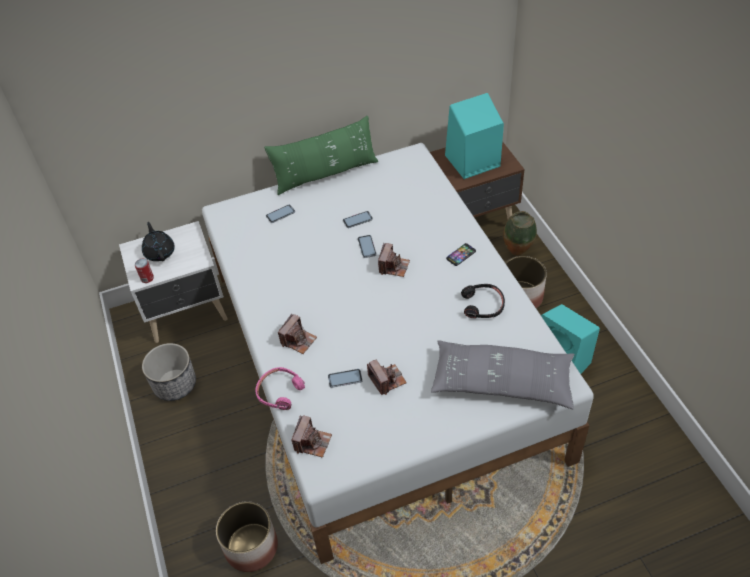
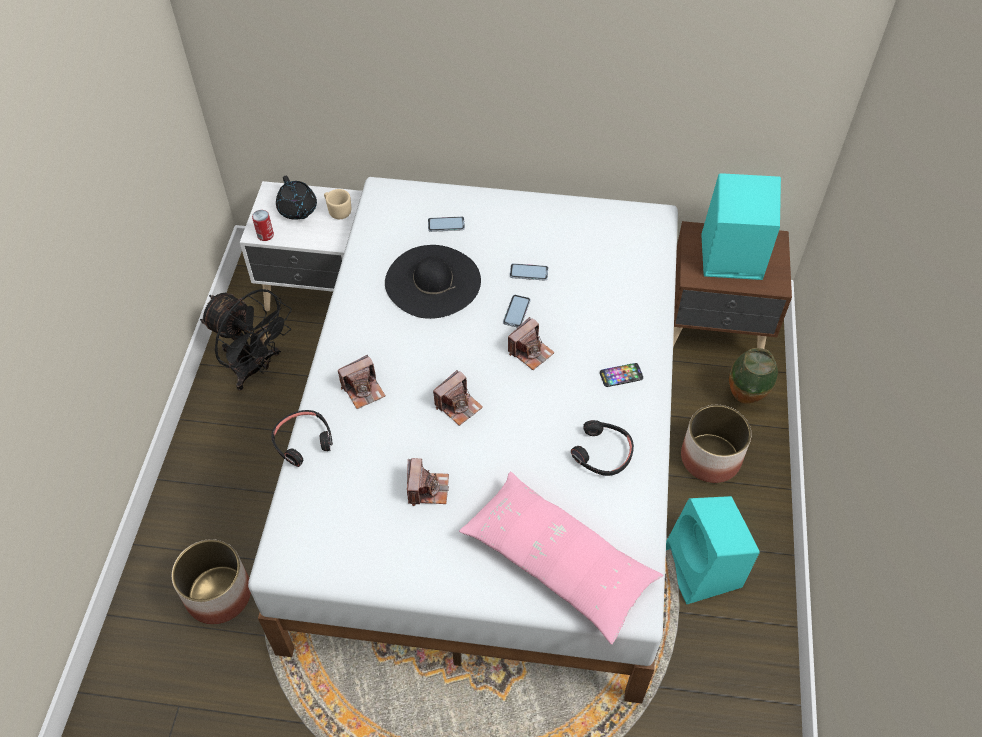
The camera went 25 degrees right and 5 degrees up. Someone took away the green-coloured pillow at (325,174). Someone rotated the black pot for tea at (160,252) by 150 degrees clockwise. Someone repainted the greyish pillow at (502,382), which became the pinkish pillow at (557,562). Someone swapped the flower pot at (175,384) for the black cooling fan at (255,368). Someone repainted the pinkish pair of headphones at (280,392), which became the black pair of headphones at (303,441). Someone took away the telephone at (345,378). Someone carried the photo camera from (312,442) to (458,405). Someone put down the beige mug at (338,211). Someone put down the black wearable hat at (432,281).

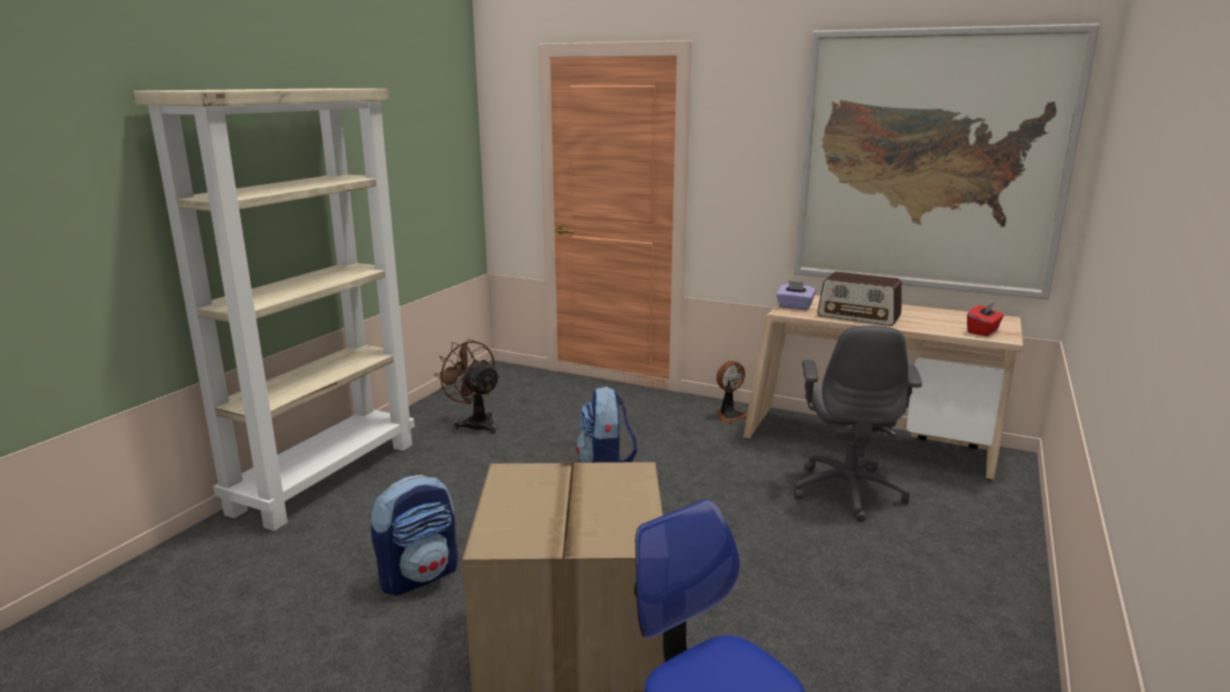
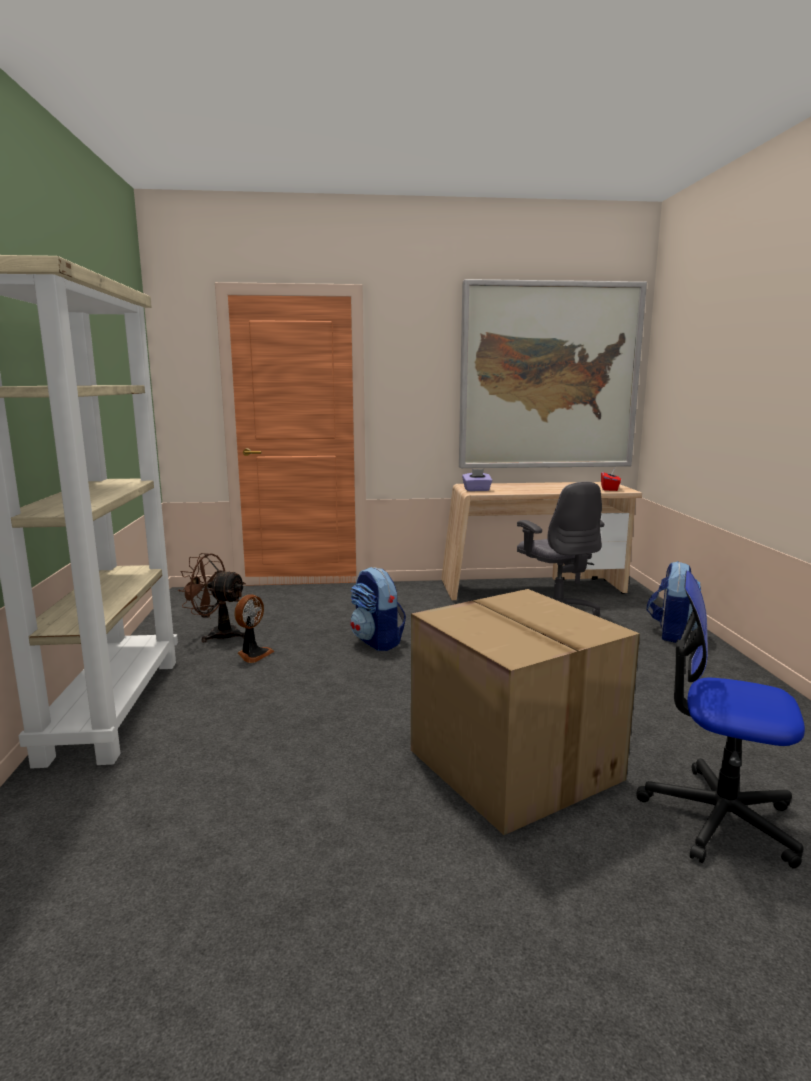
The camera went 30 degrees left and 5 degrees down. Someone took away the radio at (859,316). Someone carried the cooling fan from (729,416) to (253,654). Someone carried the rucksack from (419,576) to (671,633).

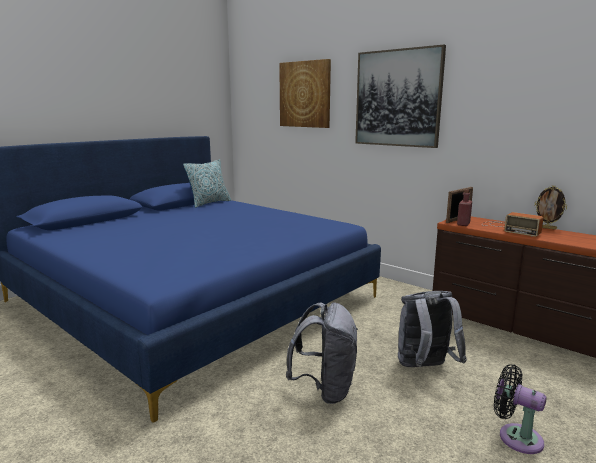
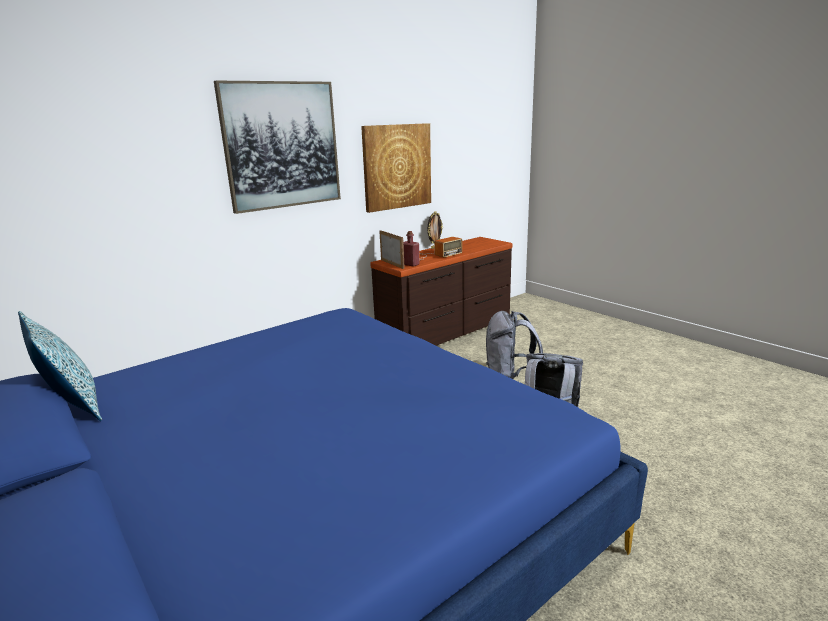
The camera went 80 degrees left and 5 degrees up. Someone carried the picture from (305,94) to (397,166). Someone took away the black cooling fan at (515,437).

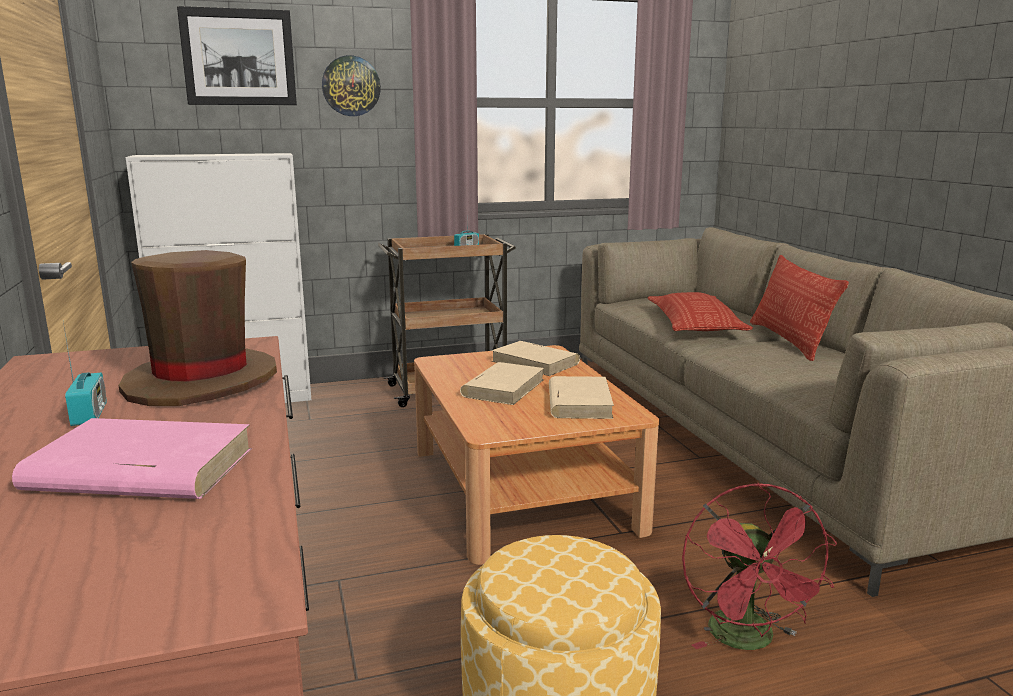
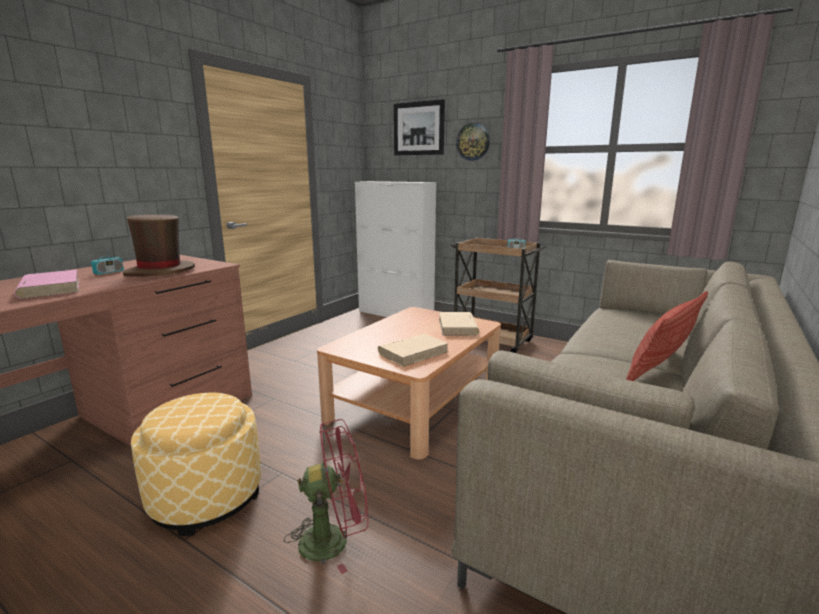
The camera went 50 degrees right and 0 degrees up. Someone took away the pillow at (695,323). Someone took away the beige book at (503,387). Someone rotated the red cooling fan at (748,641) by 150 degrees counterclockwise.

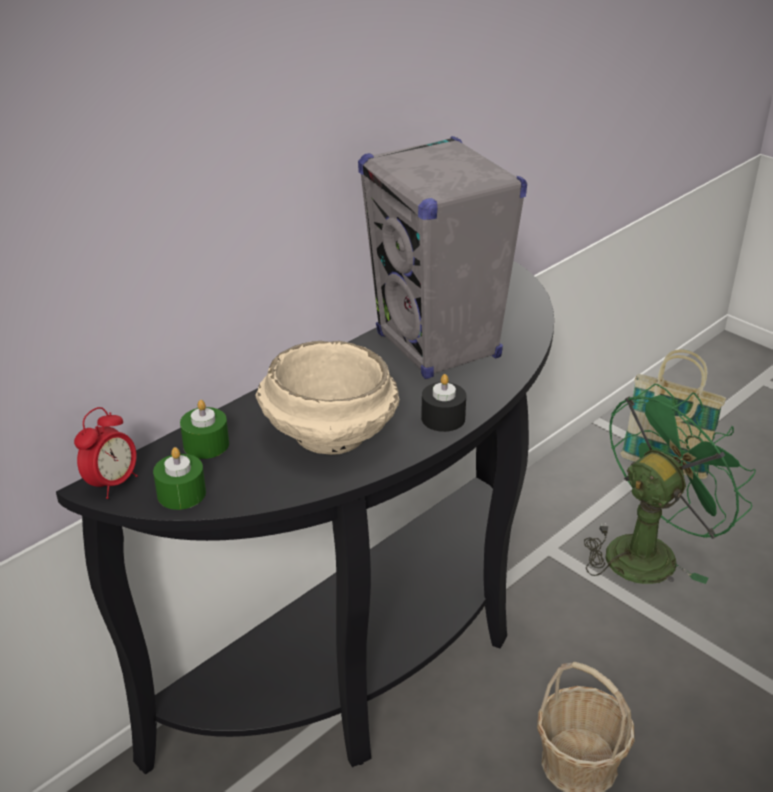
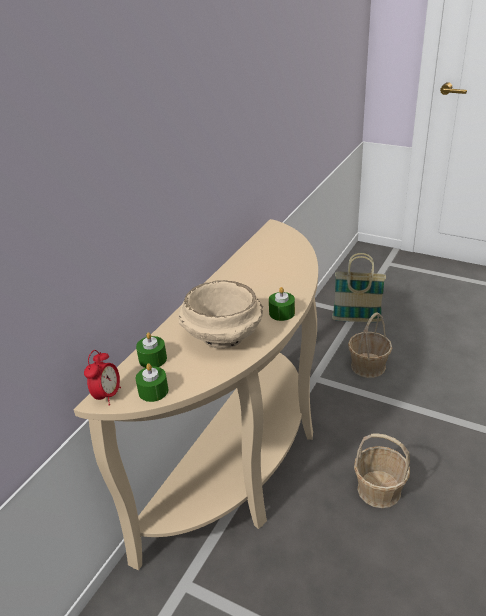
The camera went 15 degrees left and 0 degrees up. Someone took away the greyish speaker at (438,346). Someone repainted the black hall table at (377,657), which became the beige hall table at (246,463). Someone repainted the black wax light at (443,418), which became the green-coloured wax light at (282,313). Someone swapped the green-coloured cooling fan at (649,551) for the basket at (367,366).

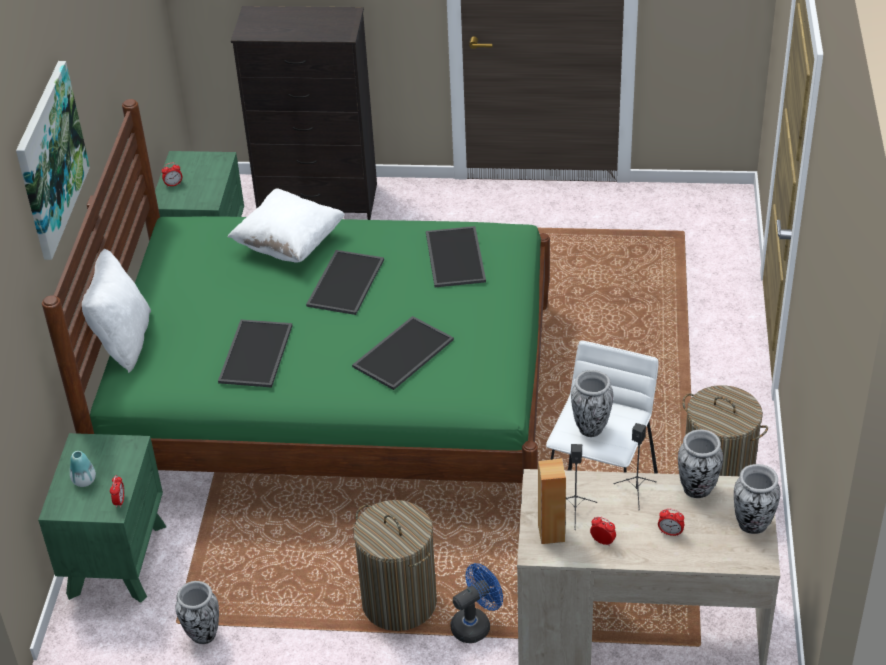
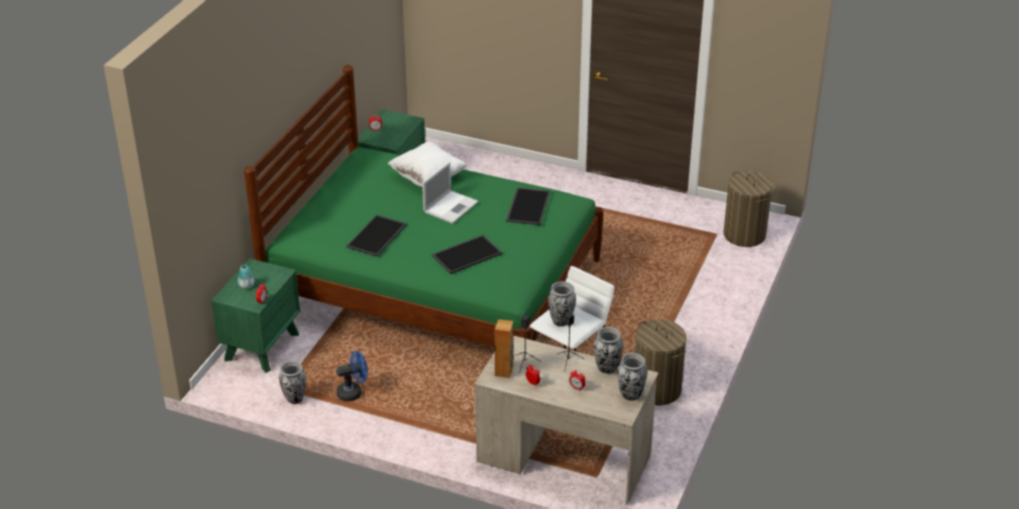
The camera went 15 degrees right and 5 degrees down. Someone took away the black drawer chest at (318,201). Someone took away the picture at (50,159). Someone took away the white pillow at (123,341). Someone swapped the tray at (344,282) for the notebook computer at (451,206). Someone carried the washing basket from (399,602) to (744,234). Someone carried the bluish cooling fan from (475,624) to (353,392).

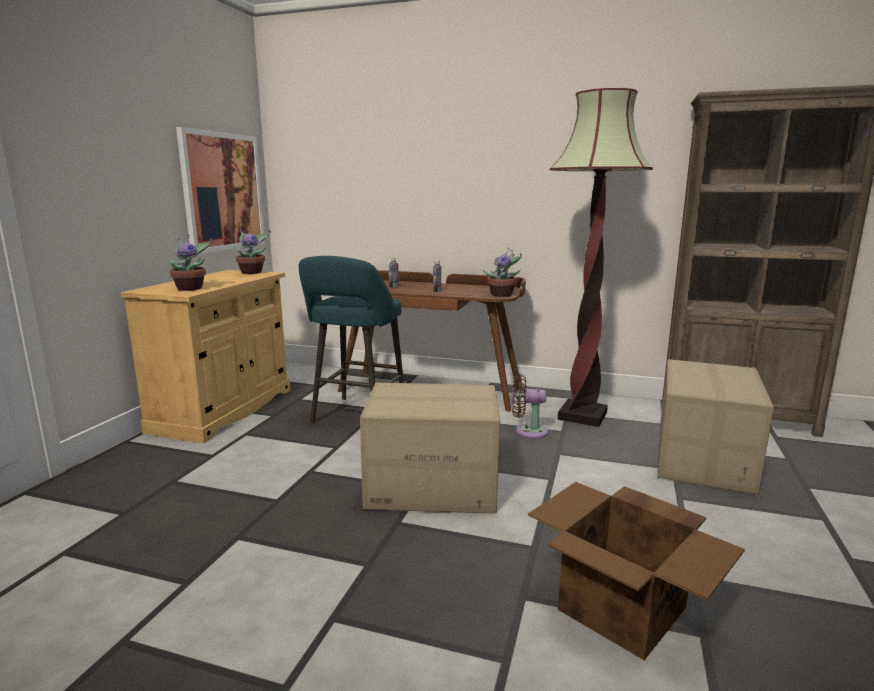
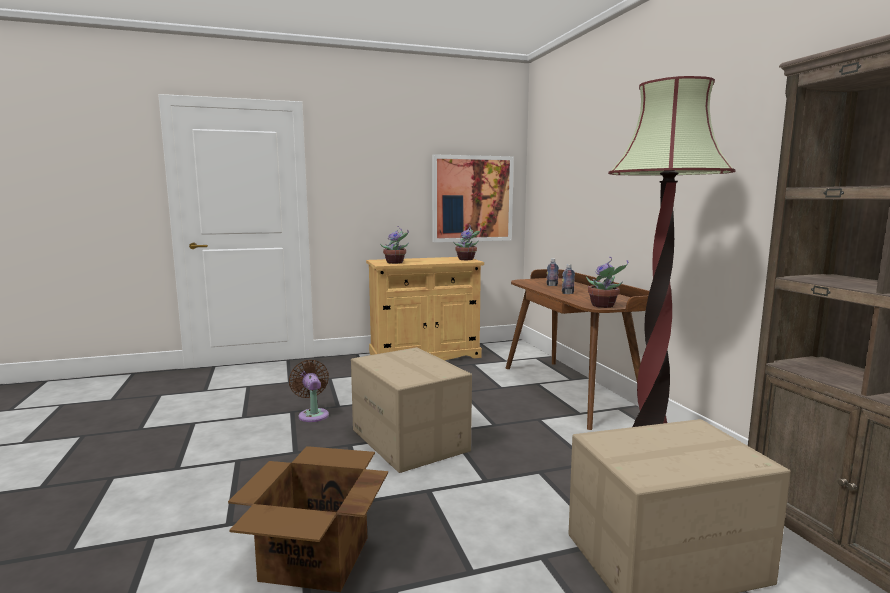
The camera went 55 degrees right and 5 degrees down. Someone took away the turquoise stool seat at (357,416). Someone carried the brown cooling fan from (527,431) to (313,414).

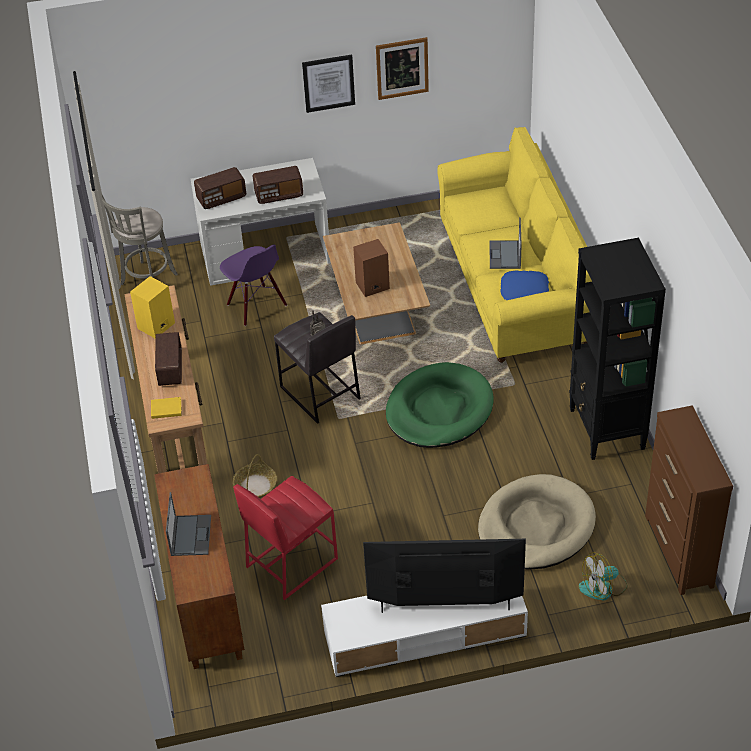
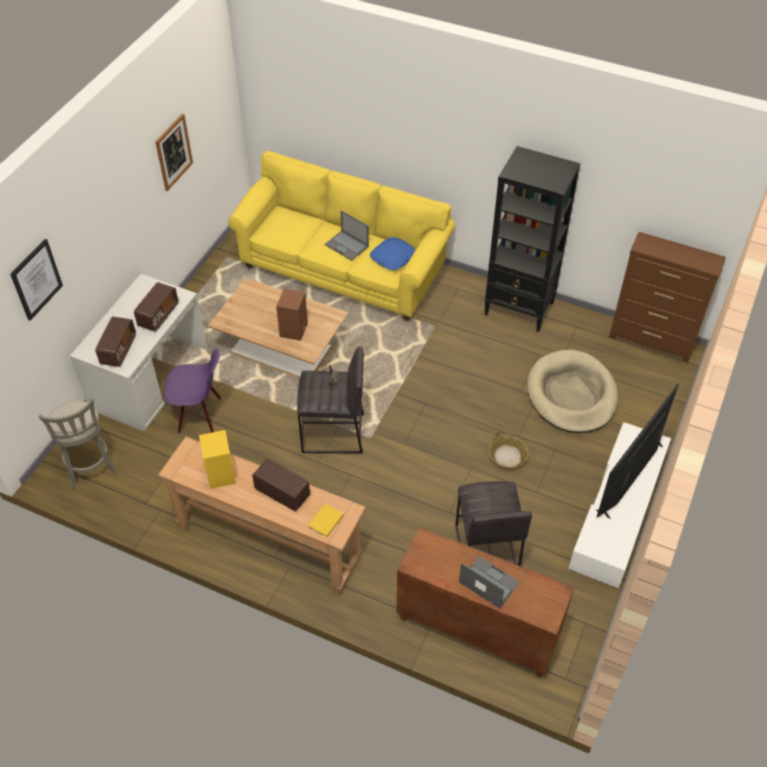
The camera went 55 degrees left and 5 degrees up. Someone carried the picture from (328,83) to (36,279). Someone took away the green-coloured pet bed at (439,410). Someone carried the basket from (255,485) to (507,456). Someone repainted the red stool seat at (290,562), which became the greyish stool seat at (485,551). Someone took away the cooling fan at (603,587).

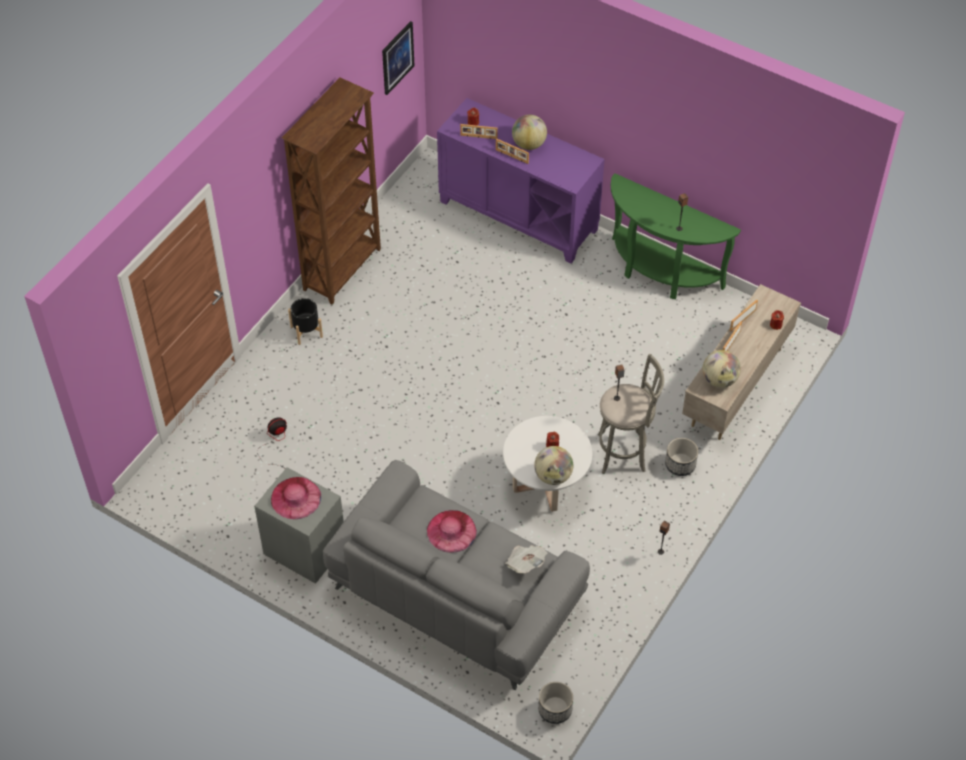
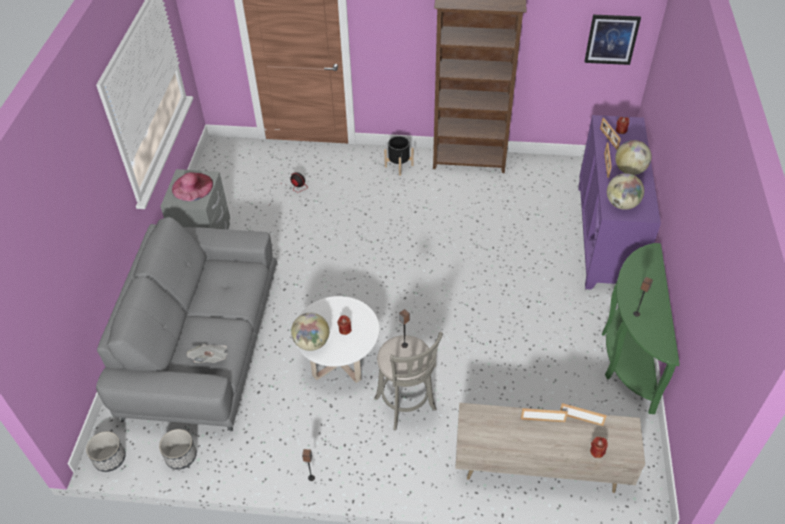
The camera went 65 degrees right and 5 degrees down. Someone carried the globe from (719,380) to (621,204). Someone carried the flower pot from (680,464) to (181,456). Someone took away the pinkish wearable hat at (451,531).

